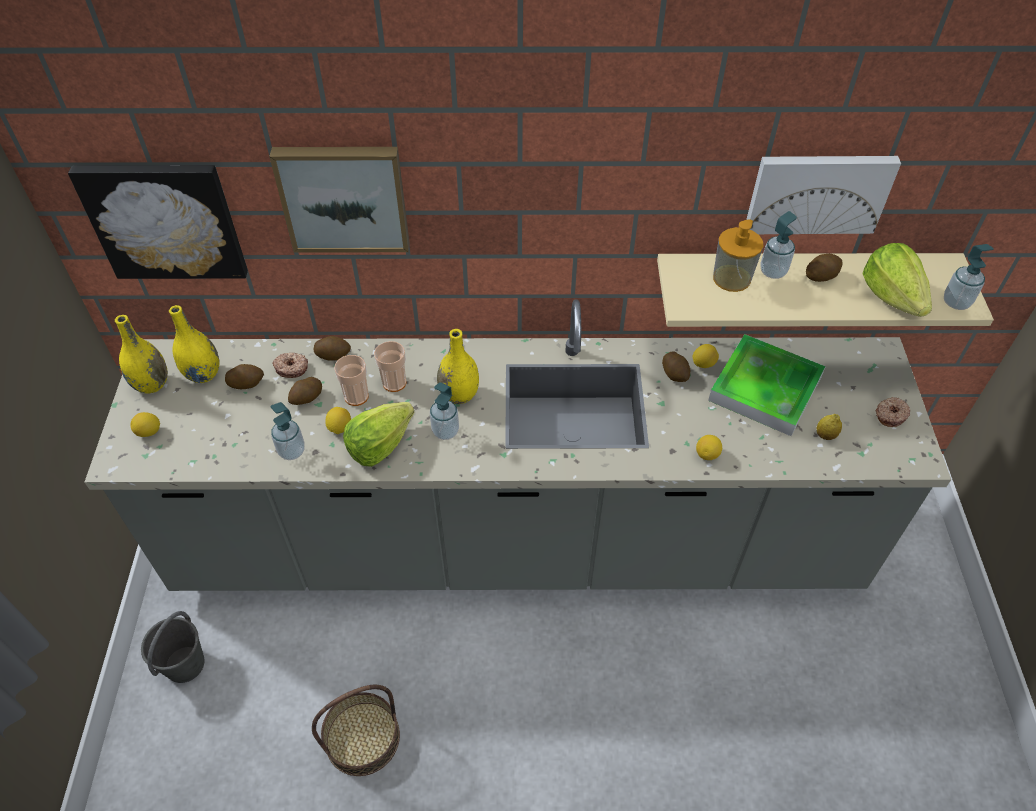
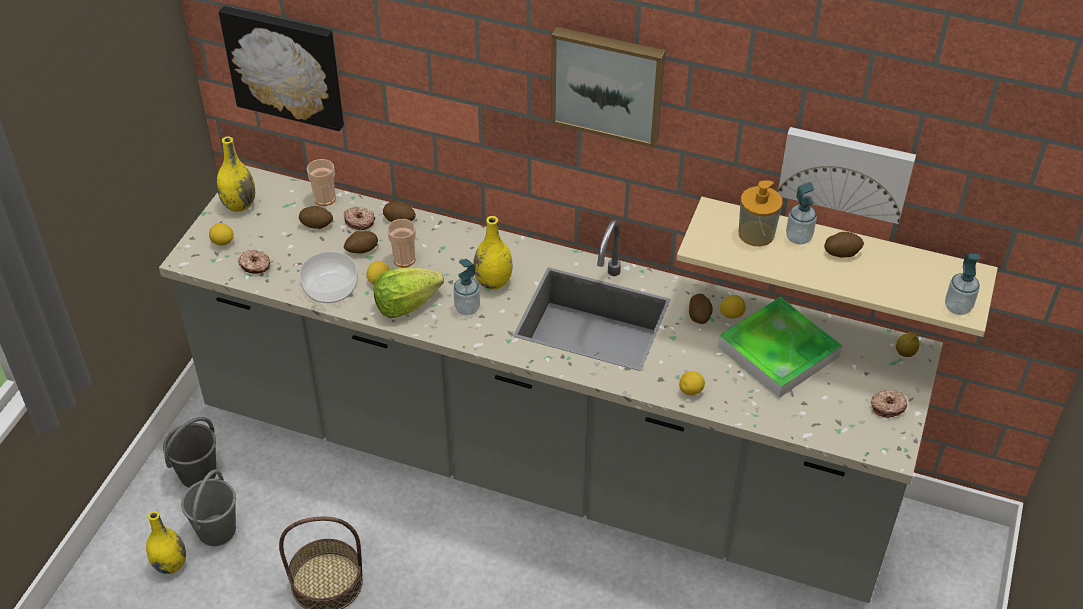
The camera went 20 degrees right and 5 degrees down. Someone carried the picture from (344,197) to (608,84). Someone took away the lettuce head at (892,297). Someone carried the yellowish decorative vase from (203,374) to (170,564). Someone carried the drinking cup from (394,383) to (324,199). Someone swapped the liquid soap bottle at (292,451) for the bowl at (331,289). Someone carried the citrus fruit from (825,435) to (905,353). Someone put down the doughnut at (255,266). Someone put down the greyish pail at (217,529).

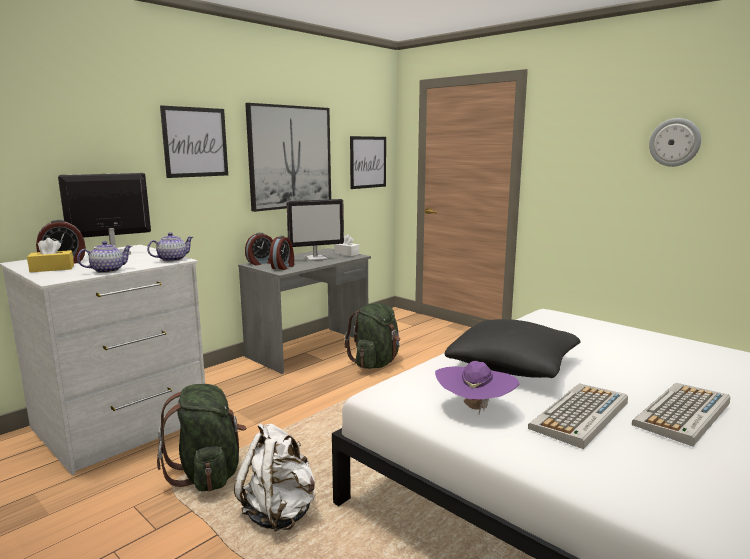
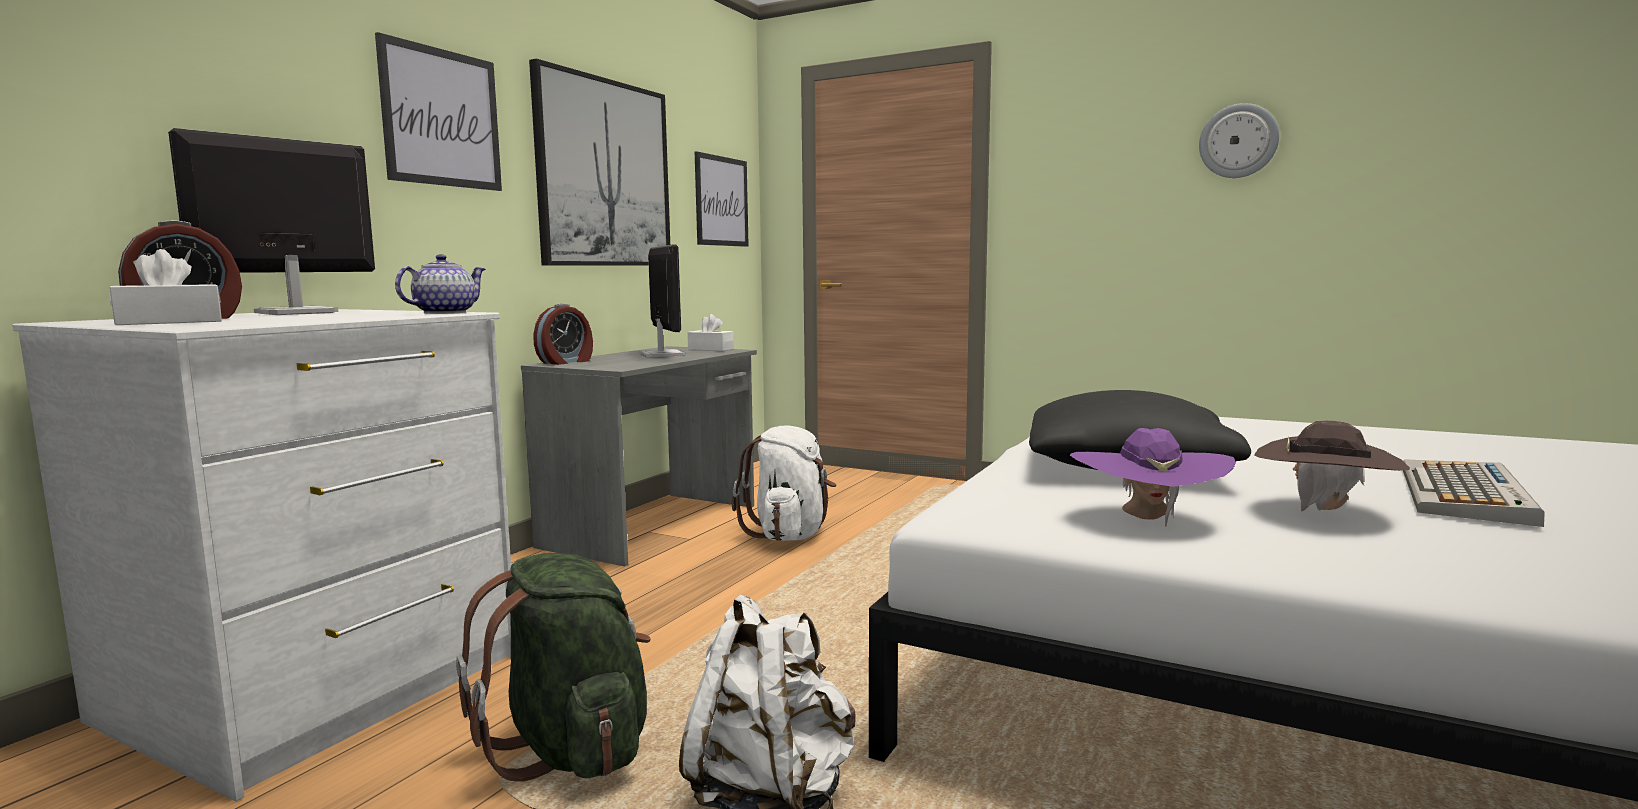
The camera went 15 degrees left and 5 degrees down. Someone rotated the computer display at (316,258) by 75 degrees counterclockwise. Someone took away the table clock at (283,267). Someone repainted the yellowish tissue holder at (52,268), which became the white tissue holder at (170,322). Someone took away the pot for tea at (107,270). Someone repainted the green-coloured rucksack at (375,363), which became the white rucksack at (789,535). Someone swapped the PC keyboard at (580,416) for the brown wearable hat at (1325,511).

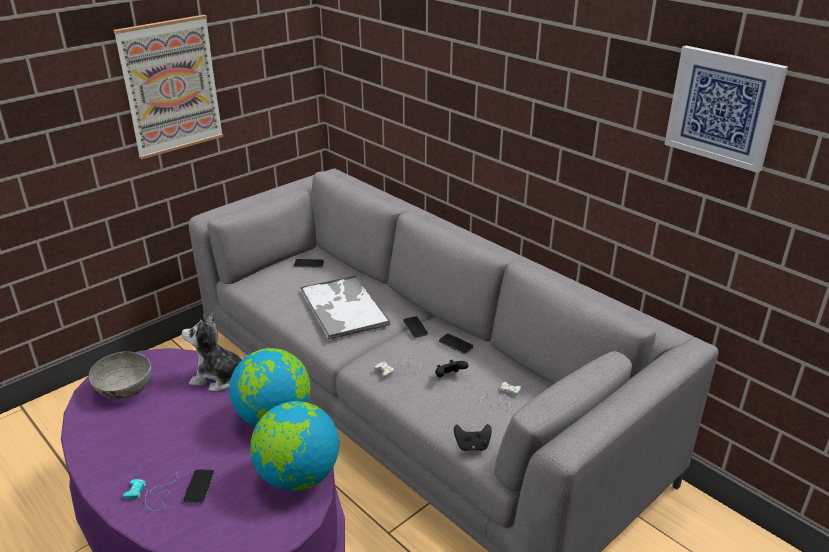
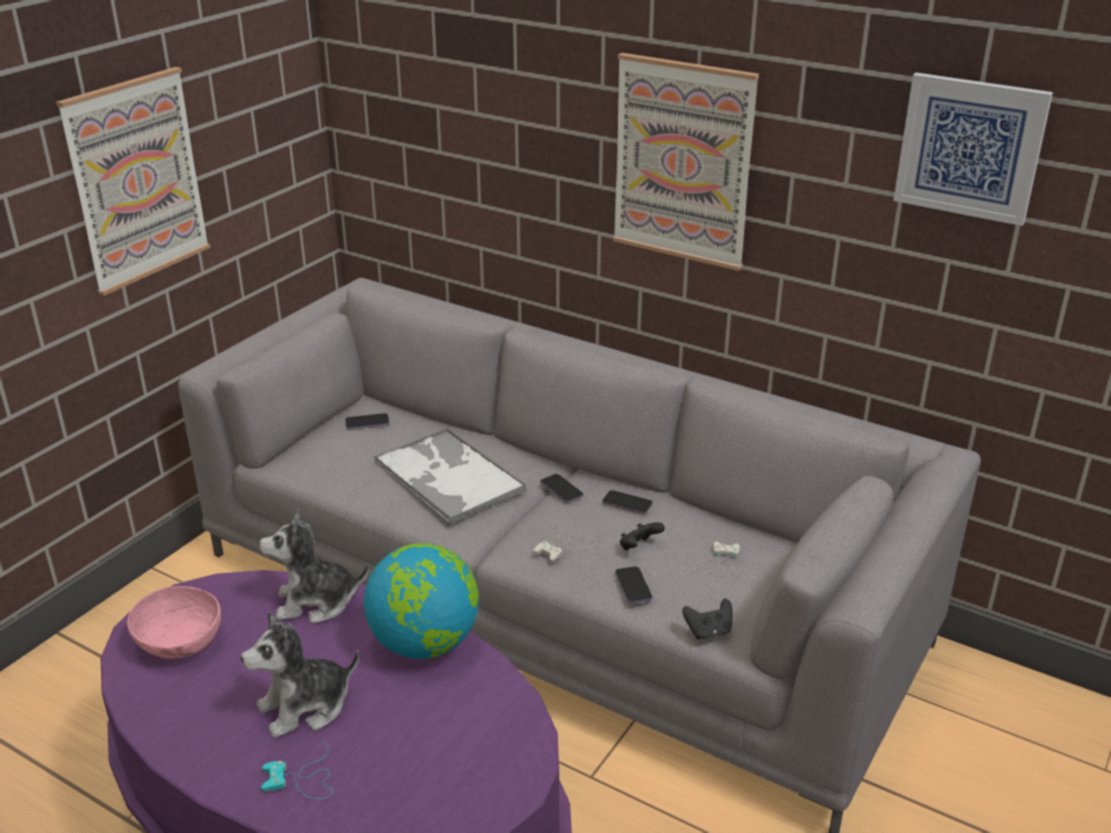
The camera went 15 degrees left and 0 degrees up. Someone repainted the greyish bowl at (124,388), which became the pinkish bowl at (180,642). Someone took away the globe at (298,477). Someone carried the telephone from (199,487) to (633,586). Someone put up the picture at (683,161). Someone put down the plush toy at (305,707).

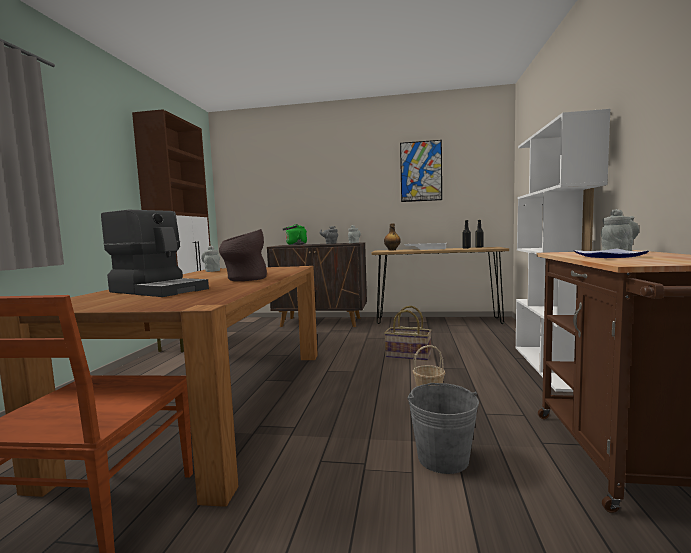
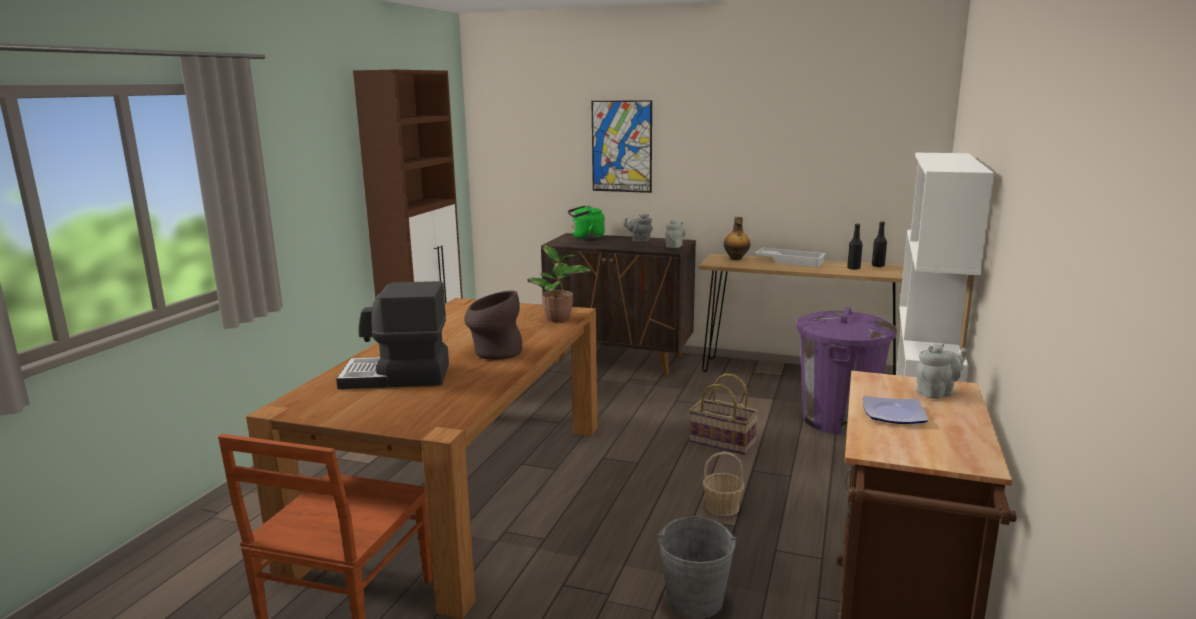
The camera went 10 degrees right and 10 degrees up. Someone carried the picture from (421,171) to (621,146). Someone rotated the coffee brewer at (159,290) by 135 degrees clockwise. Someone took away the greyish pot for tea at (212,271). Someone put down the potted plant at (559,319). Someone put down the purple-coloured trash can at (837,419).

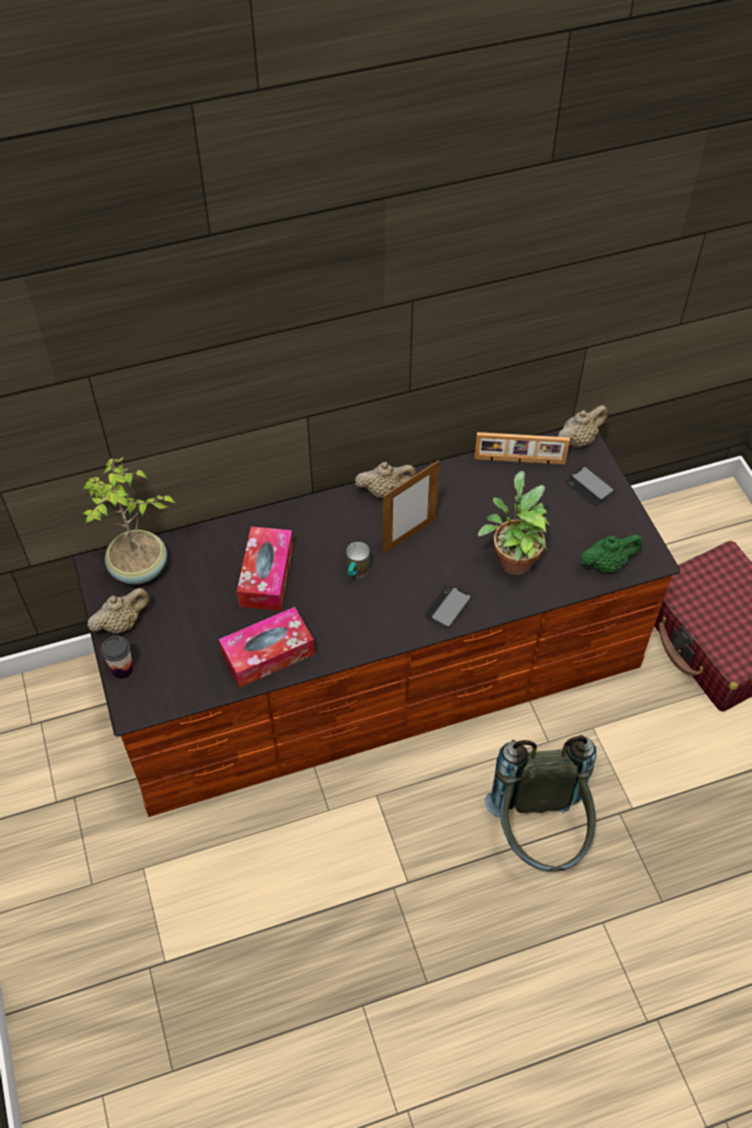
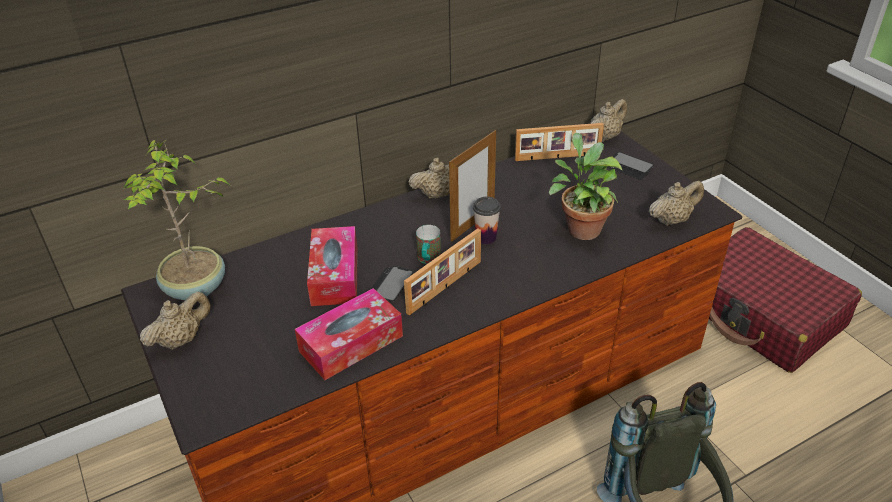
The camera went 10 degrees left and 15 degrees down. Someone repainted the green-coloured pot for tea at (607,564), which became the beige pot for tea at (672,220). Someone carried the telephone from (447,607) to (390,285). Someone carried the drinking cup from (122,669) to (486,237). Someone put down the picture frame at (446,287).

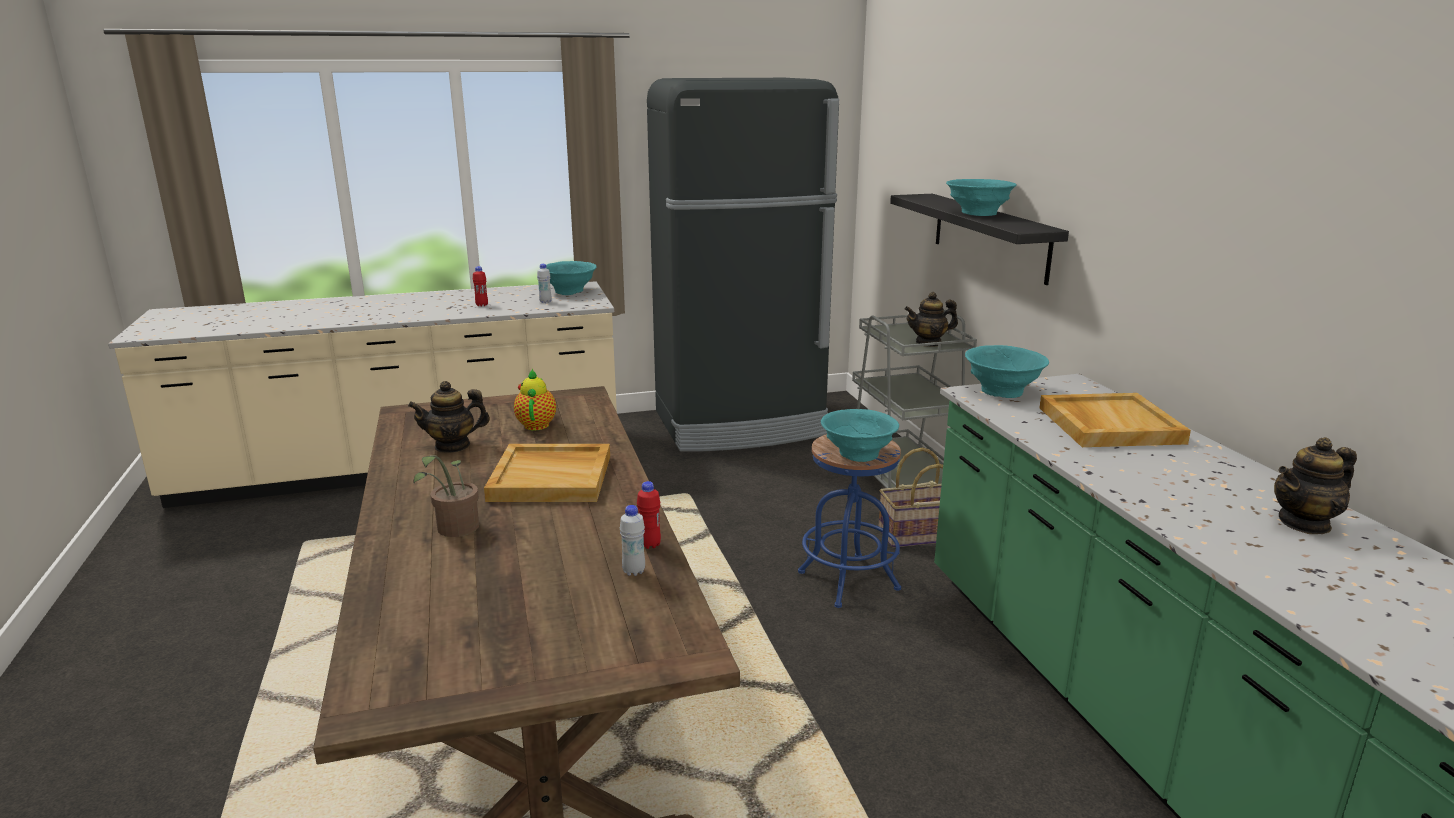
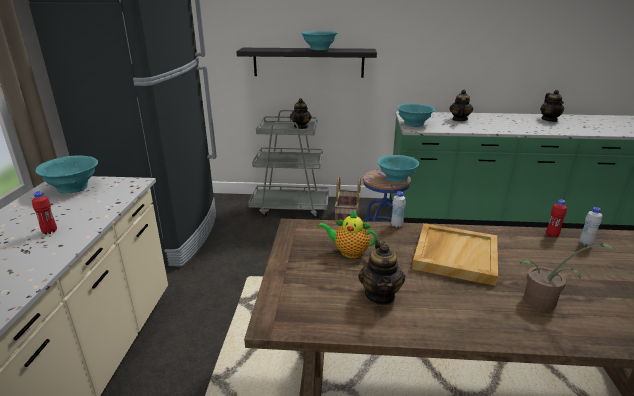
The camera went 70 degrees left and 5 degrees up. Someone carried the white bottle from (545,302) to (396,225). Someone swapped the beige tray at (1108,425) for the pot for tea at (459,119).

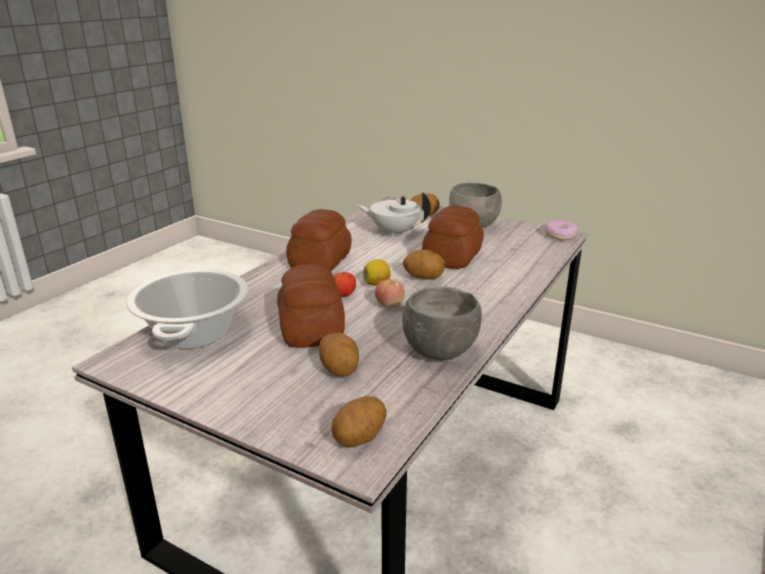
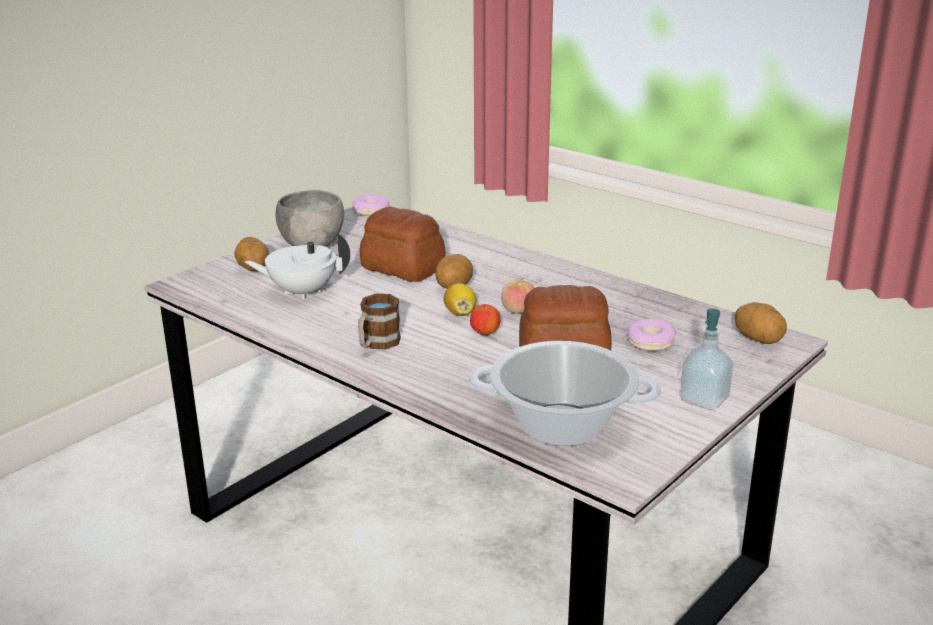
The camera went 80 degrees left and 0 degrees up. Someone rotated the white pot for tea at (394,232) by 60 degrees clockwise. Someone swapped the bakery bread at (319,261) for the mug at (376,344). Someone took away the greyish bowl at (439,351). Someone swapped the potato at (339,370) for the doughnut at (650,343). Someone put down the liquid soap bottle at (704,399).

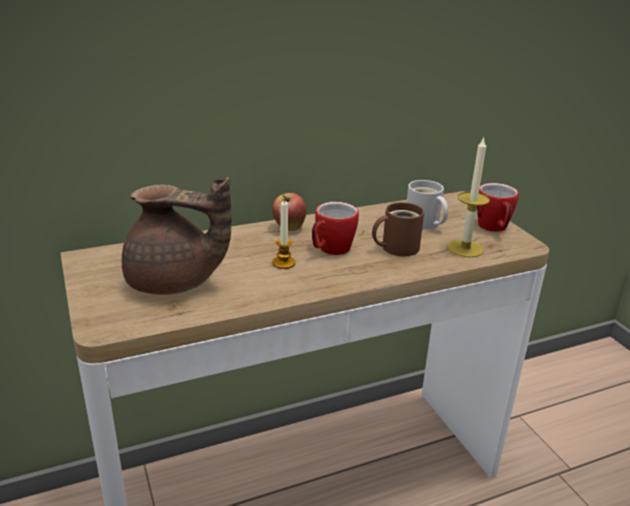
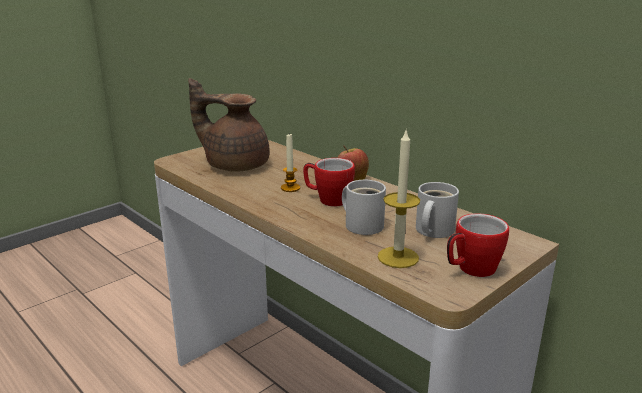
The camera went 70 degrees right and 5 degrees down. Someone rotated the brown pot for tea at (174,283) by 120 degrees clockwise. Someone repainted the brown mug at (396,247), which became the white mug at (362,224).

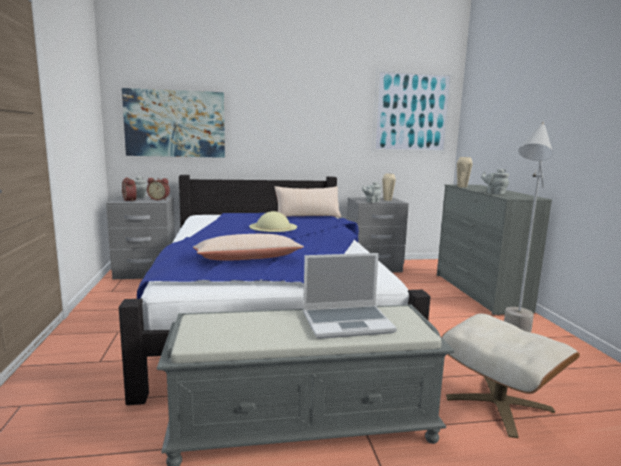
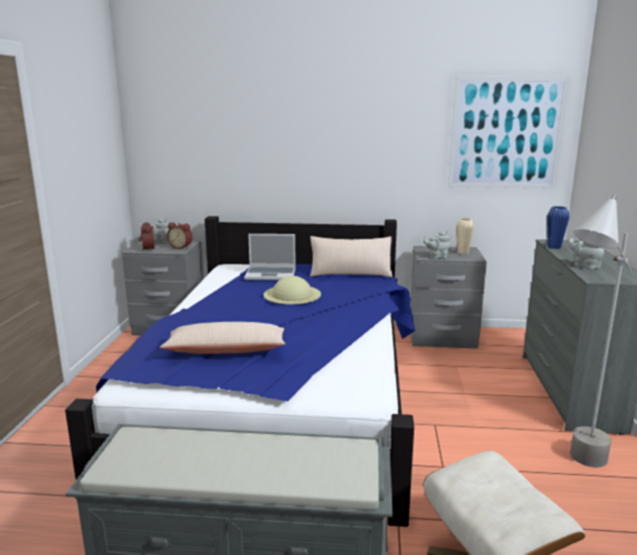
The camera went 15 degrees right and 5 degrees up. Someone took away the picture at (175,124). Someone repainted the beige decorative vase at (462,187), which became the bluish decorative vase at (554,247). Someone carried the notebook computer from (348,322) to (271,274).

